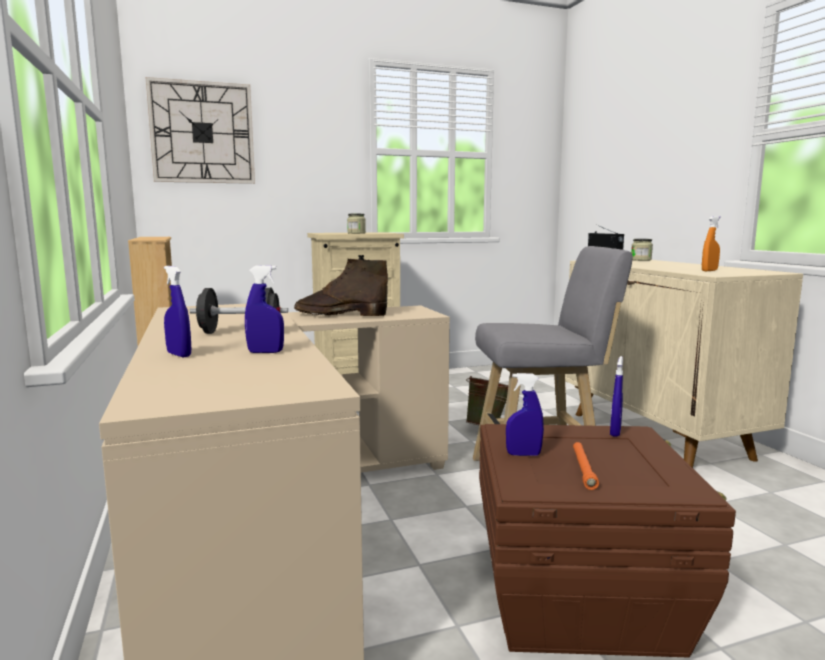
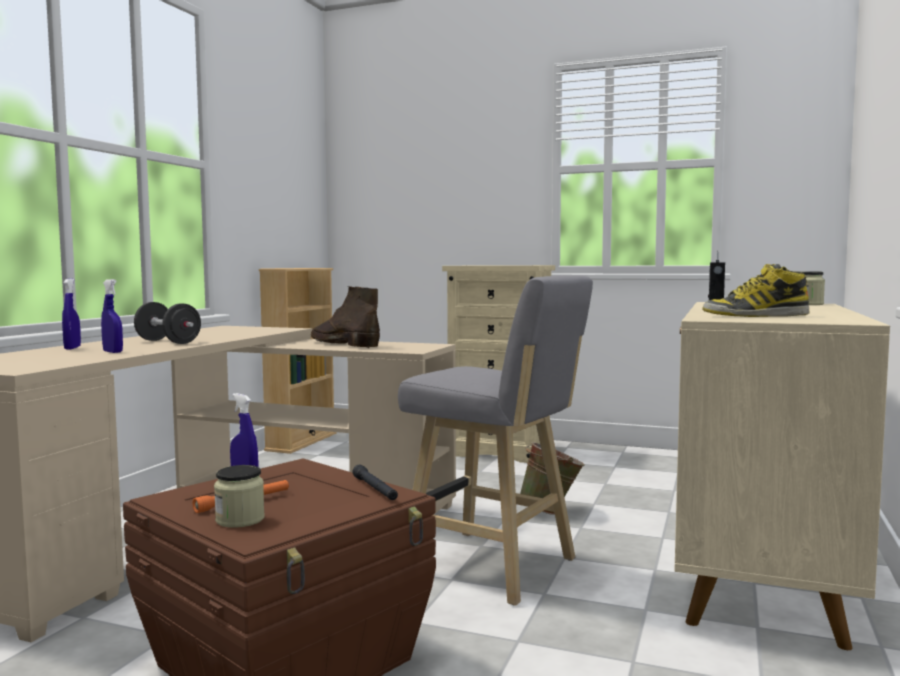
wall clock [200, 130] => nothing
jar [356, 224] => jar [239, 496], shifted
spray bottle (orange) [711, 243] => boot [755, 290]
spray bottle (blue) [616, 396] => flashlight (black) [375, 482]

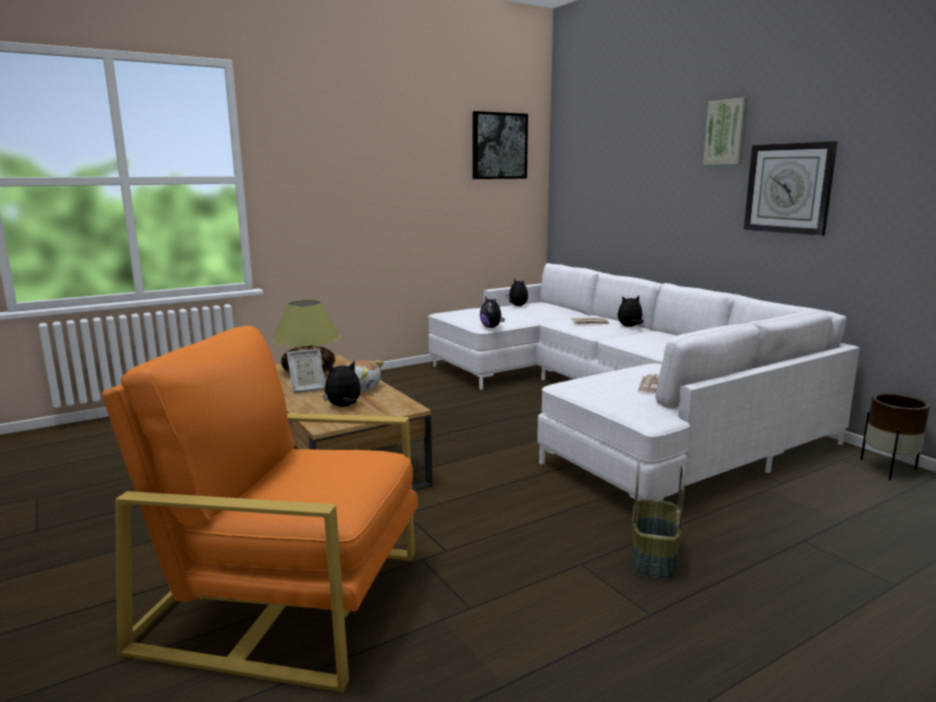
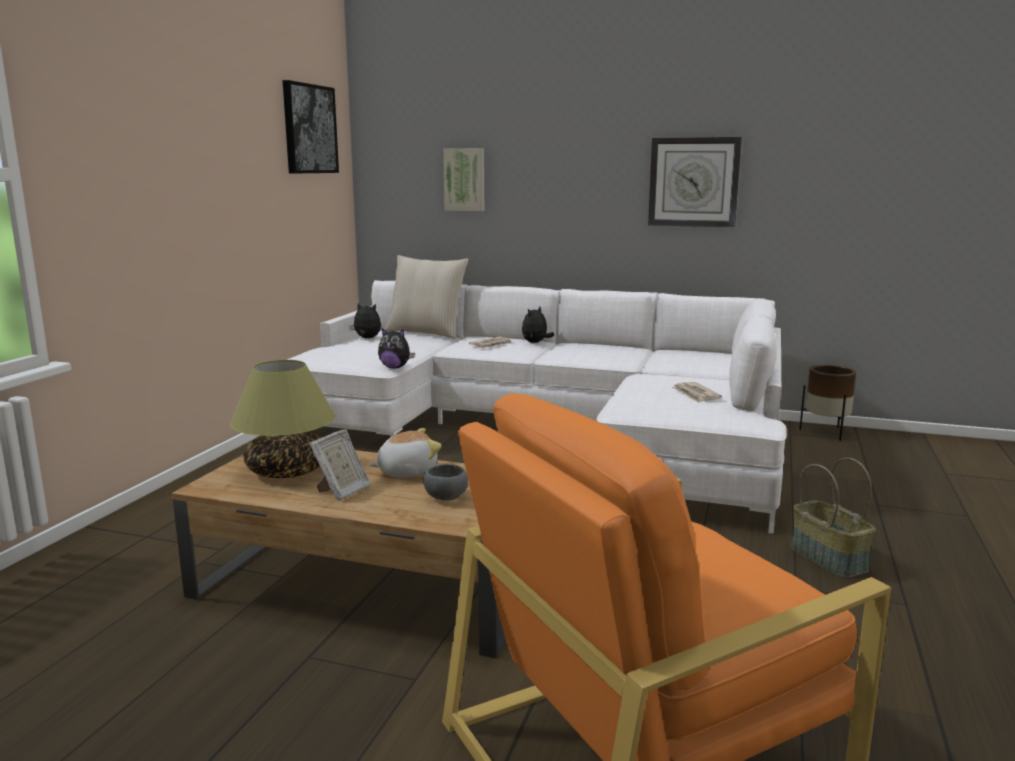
picture [725, 131] => picture [463, 179], shifted
plush toy [342, 384] => bowl (grey) [445, 482]
nothing => pillow (beige) [426, 297]

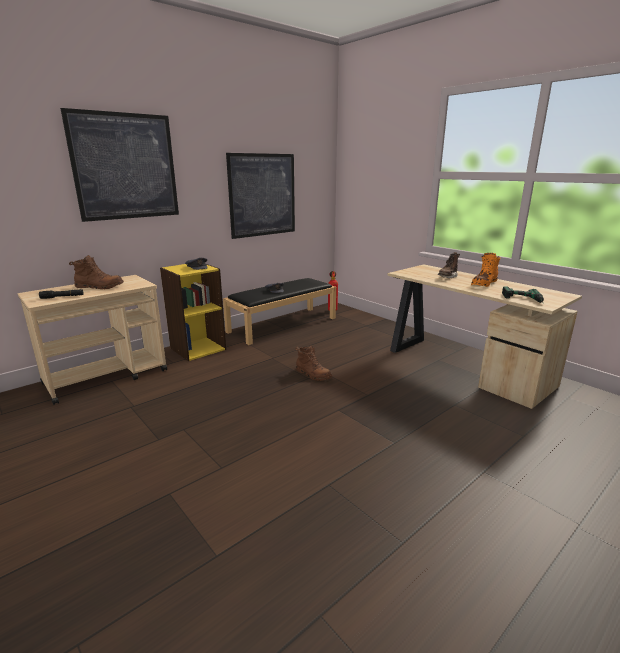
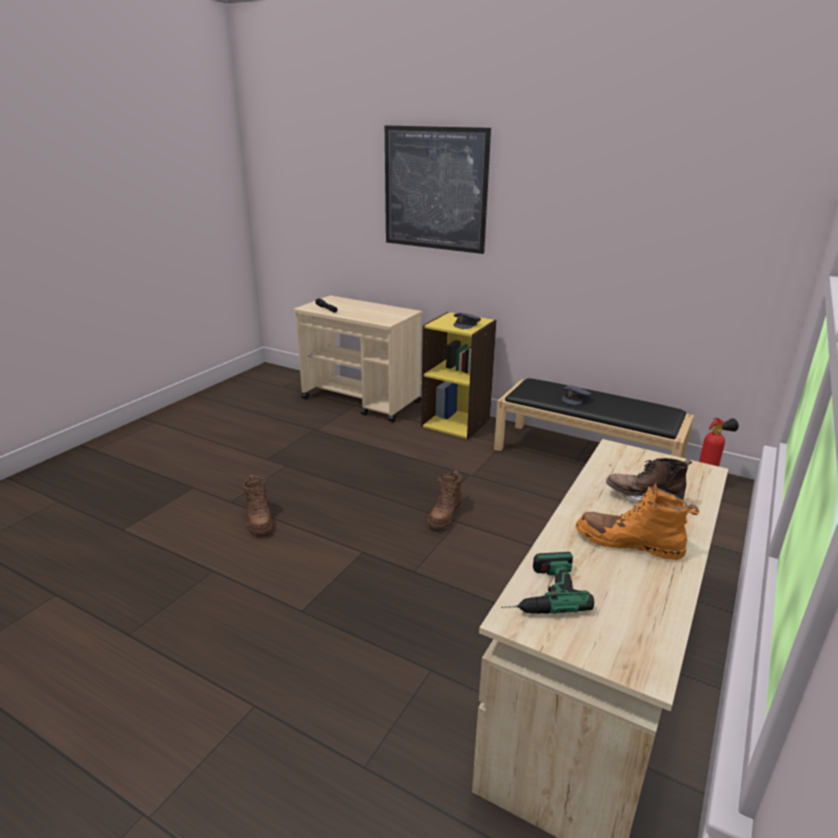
picture [260, 196] => nothing
boot (brown) [96, 272] => boot (brown) [257, 504], shifted

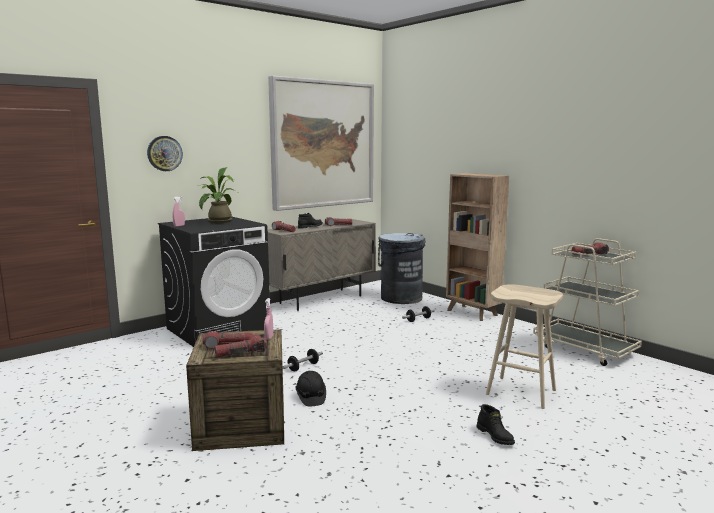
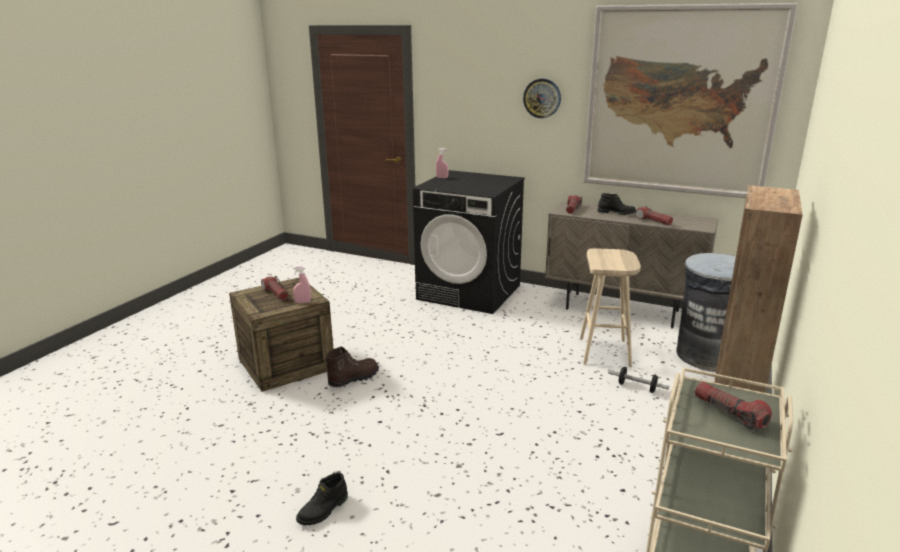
wall clock [165, 153] => wall clock [542, 98], shifted
potted plant [217, 195] => nothing
stool (beige) [524, 346] => stool (beige) [610, 307], shifted
flashlight [241, 346] => nothing
dumbbell [303, 360] => nothing
hard hat (black) [310, 388] => boot (brown) [352, 366]

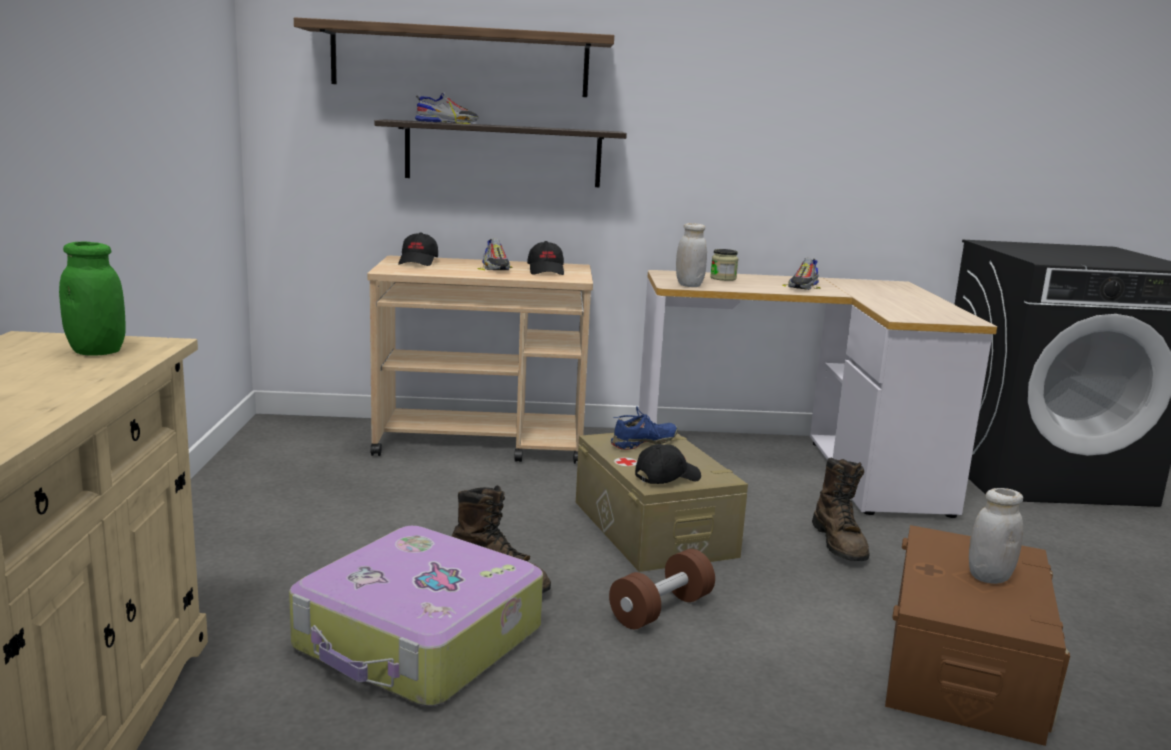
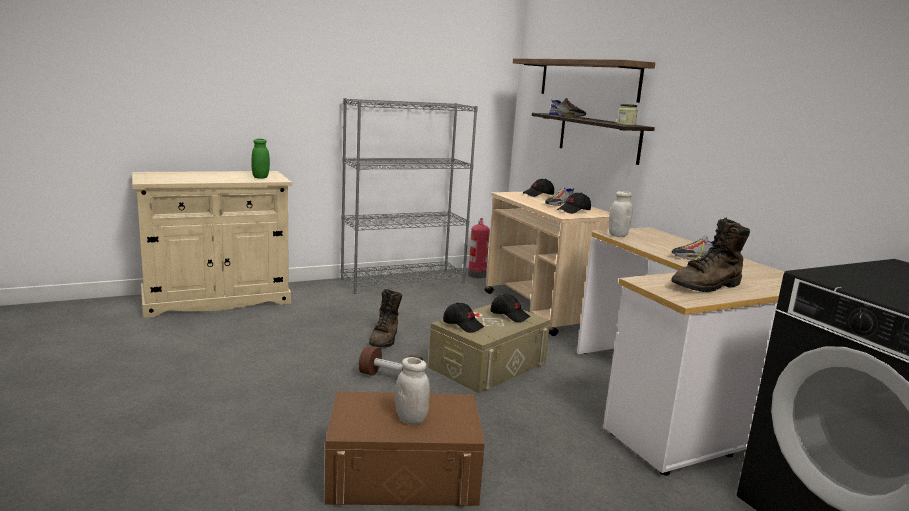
jar [724, 265] => jar [627, 115], shifted
shoe (blue) [644, 428] => cap (black) [510, 308]
boot (brown) [841, 509] => boot (brown) [711, 255], shifted
suitcase [416, 616] => nothing
nothing => bookcase (grey) [409, 196]
nothing => fire extinguisher [479, 248]

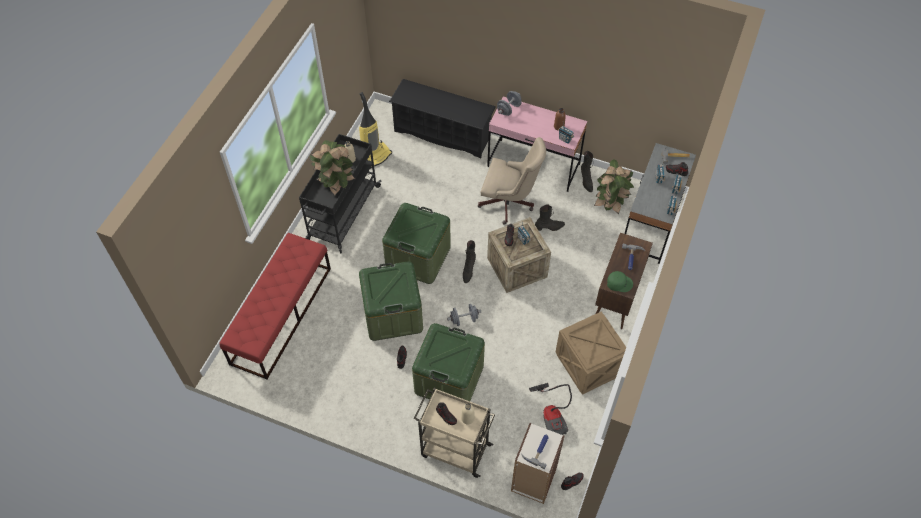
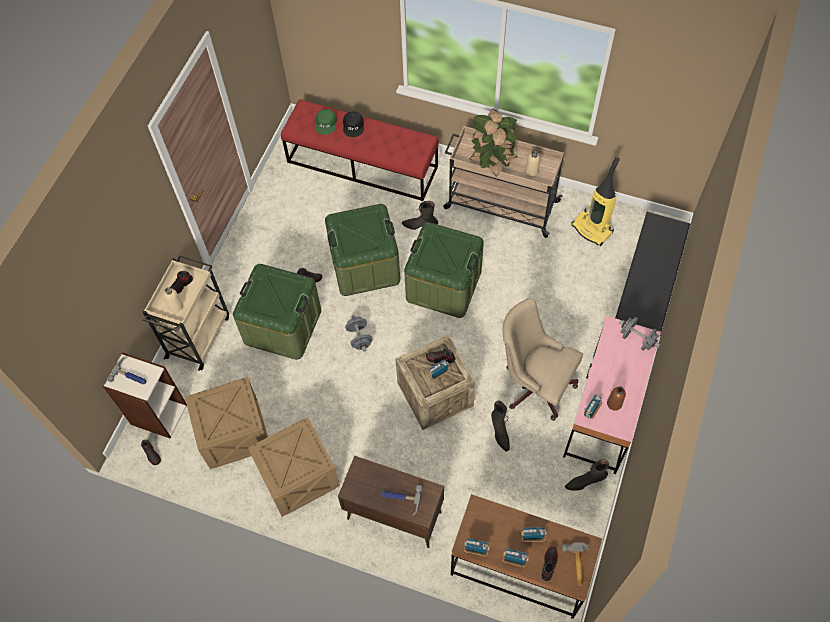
cart (black) [340, 193] => cart (beige) [503, 182]
office chair (beige) [512, 181] => office chair (beige) [542, 359], 105 degrees clockwise
desk (grey) [660, 203] => desk (brown) [526, 556]
potted plant [614, 186] => nothing
boot (black) [469, 261] => boot (black) [420, 215], shifted
cap (green) [620, 281] => cap (green) [326, 122], shifted
vacuum cleaner [550, 409] => crate [226, 423]
nothing => cap (black) [353, 124]

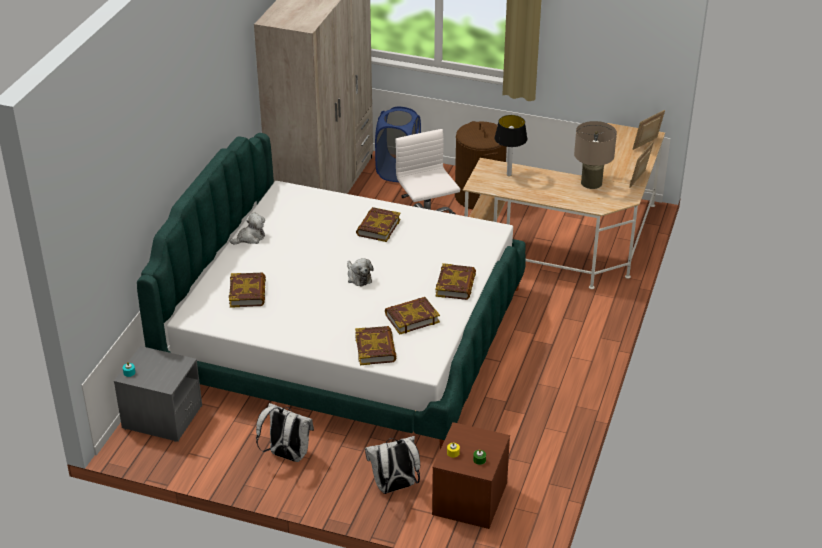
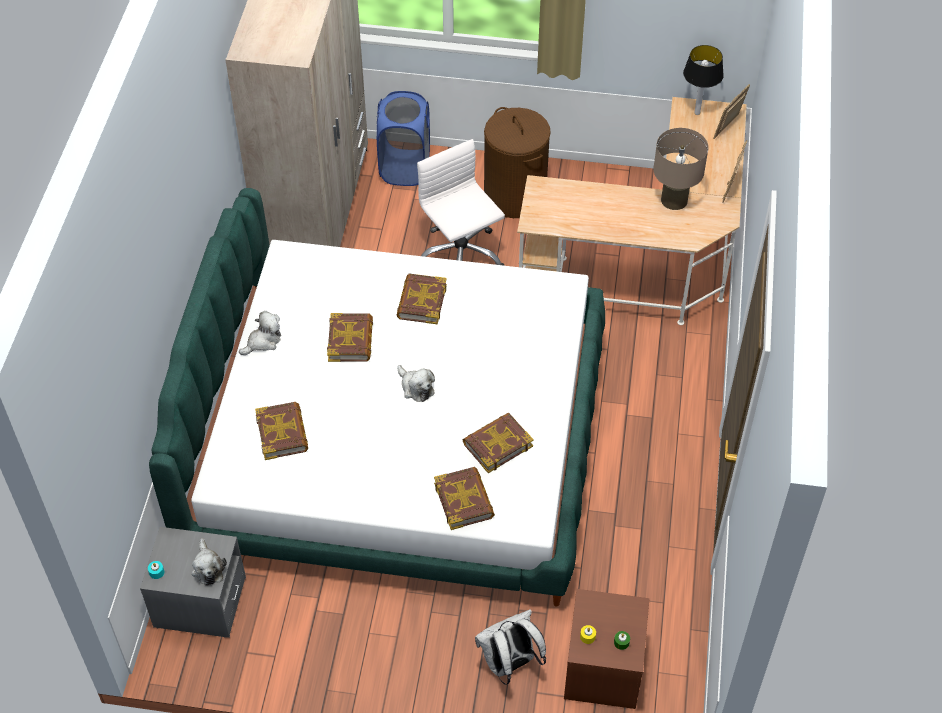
table lamp [511, 145] => table lamp [703, 80], shifted
book [455, 281] => book [350, 337], shifted
backpack (white) [285, 432] => nothing
nothing => plush toy [209, 562]

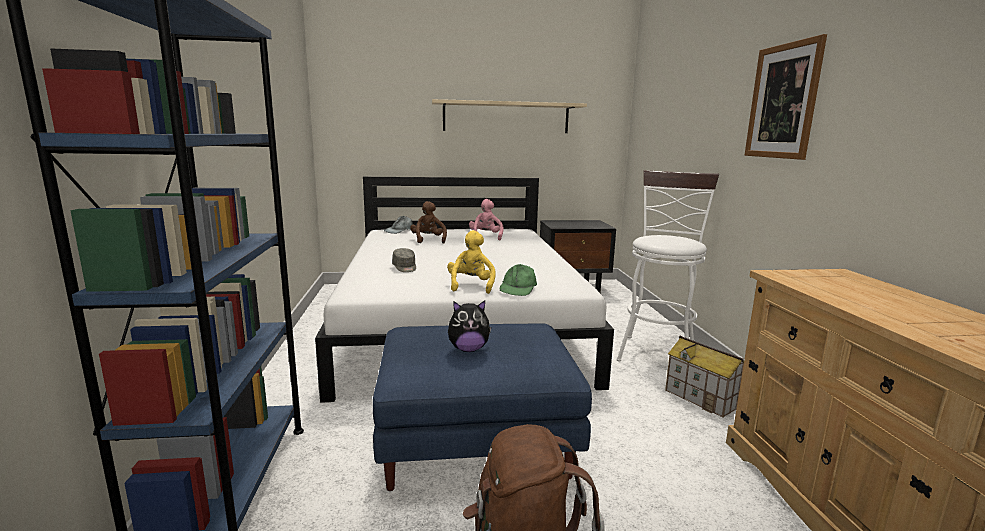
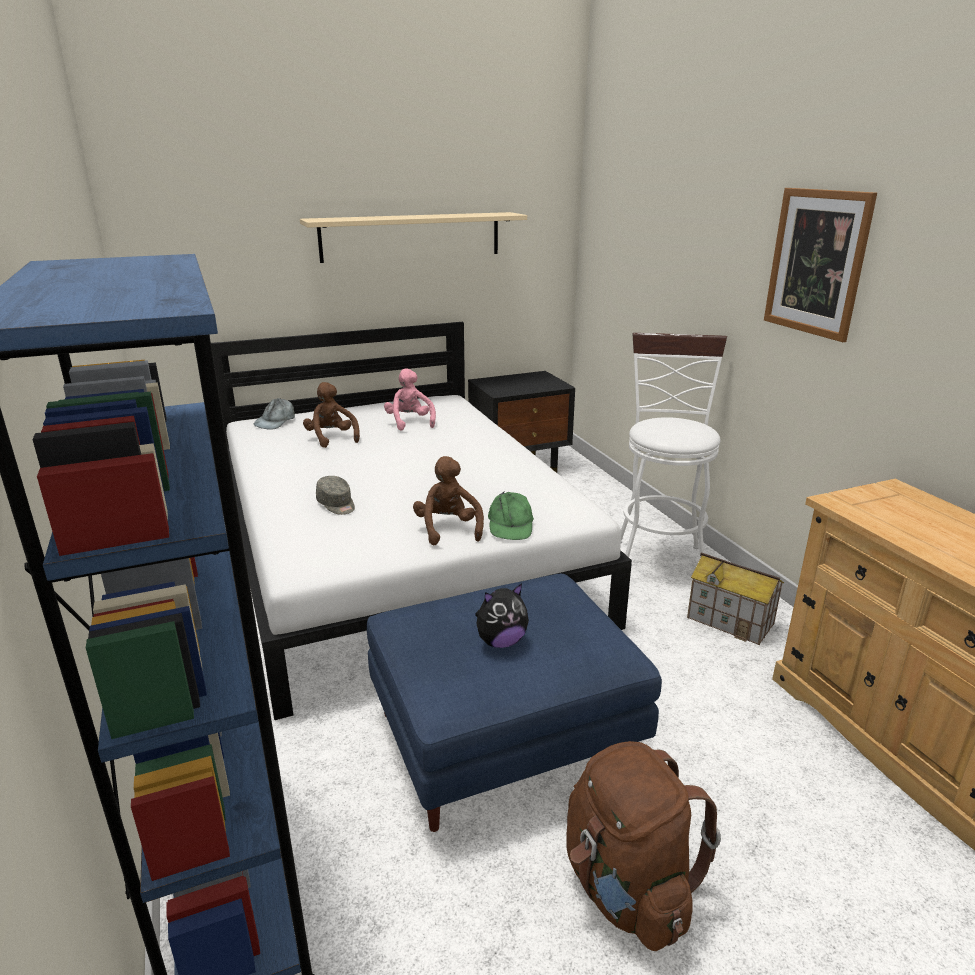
plush toy (yellow) [471, 262] => plush toy (brown) [448, 500]

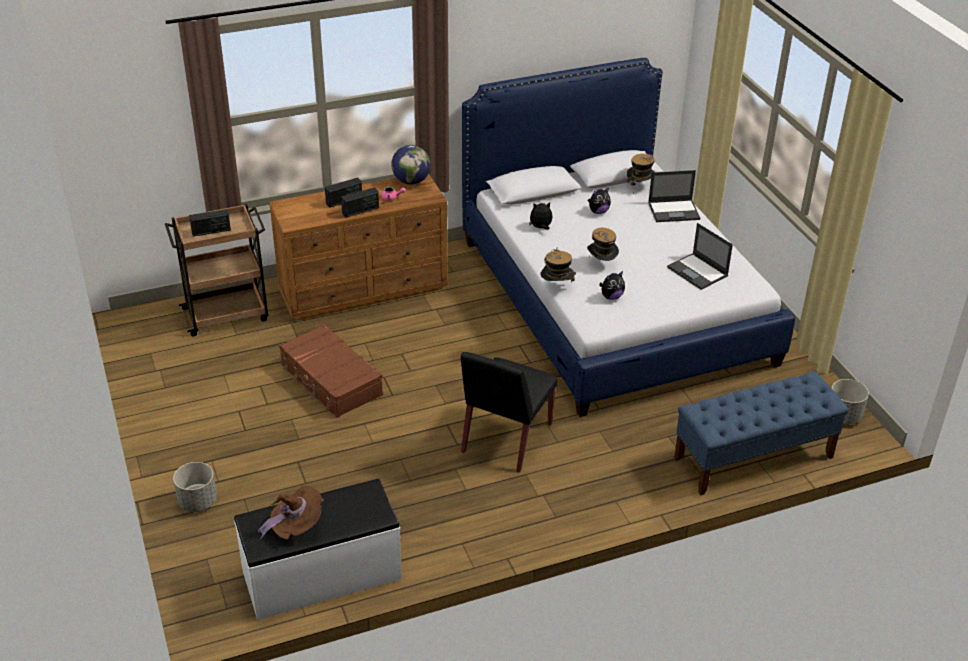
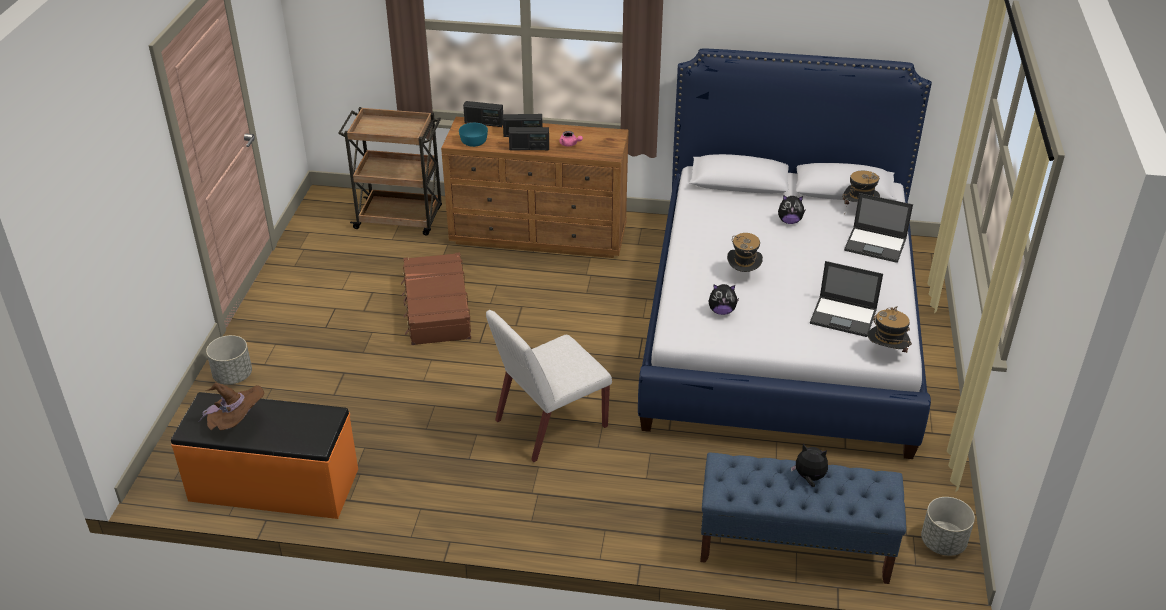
globe [411, 165] => nothing
plush toy [540, 216] => plush toy [809, 465], shifted
radio [210, 223] => radio [483, 114], shifted
laptop [700, 256] => laptop [846, 299], 60 degrees counterclockwise
hat [558, 265] => hat [890, 330], shifted
chair (black) [509, 412] => chair (white) [549, 386]
bench (white) [318, 549] => bench (orange) [264, 455]
nothing => bowl (turquoise) [473, 135]

